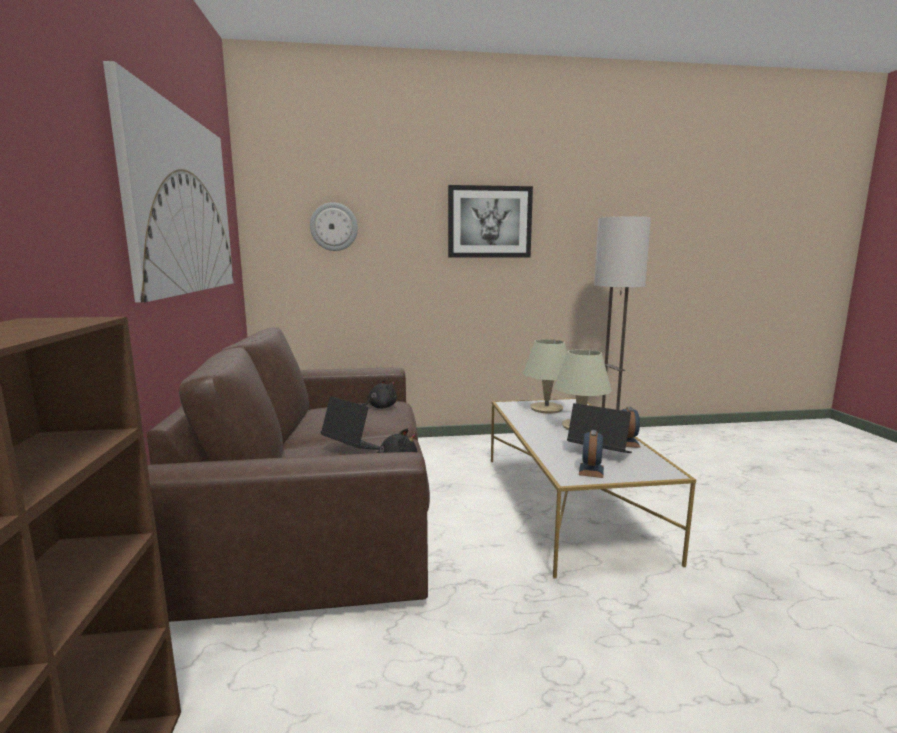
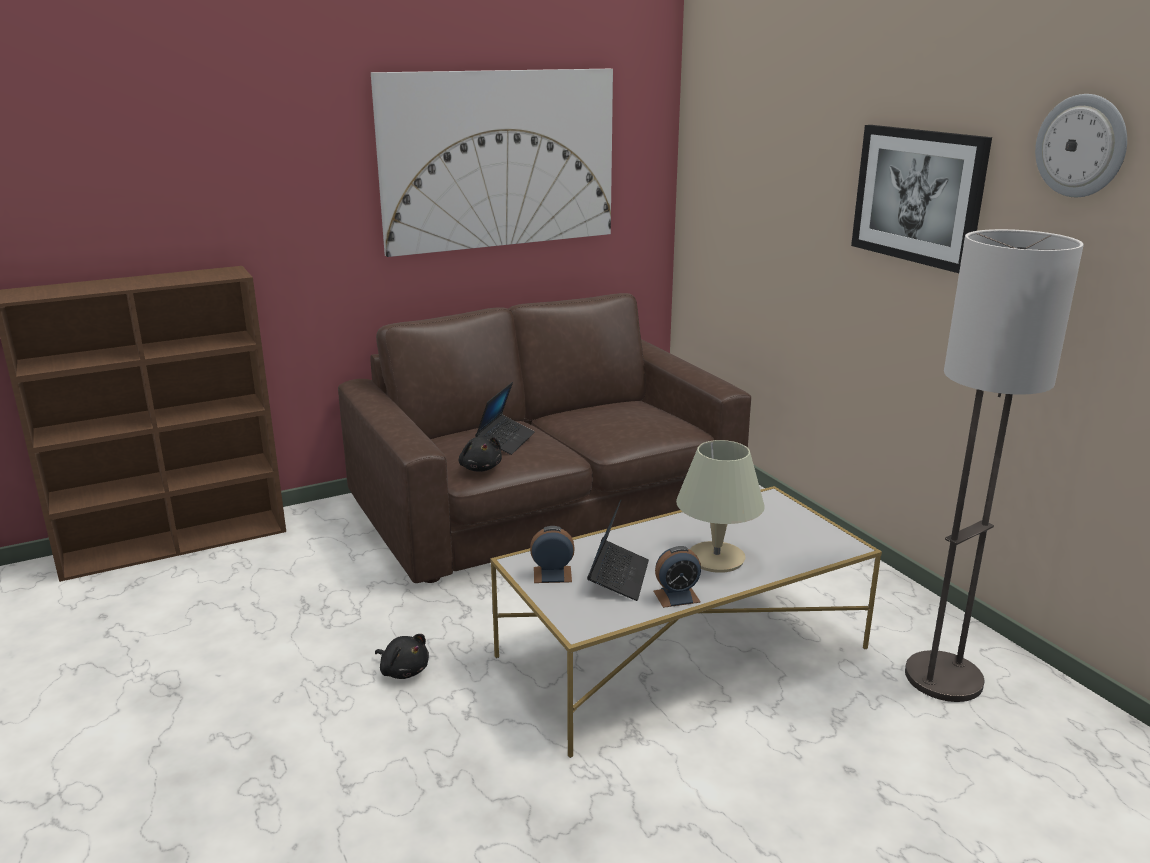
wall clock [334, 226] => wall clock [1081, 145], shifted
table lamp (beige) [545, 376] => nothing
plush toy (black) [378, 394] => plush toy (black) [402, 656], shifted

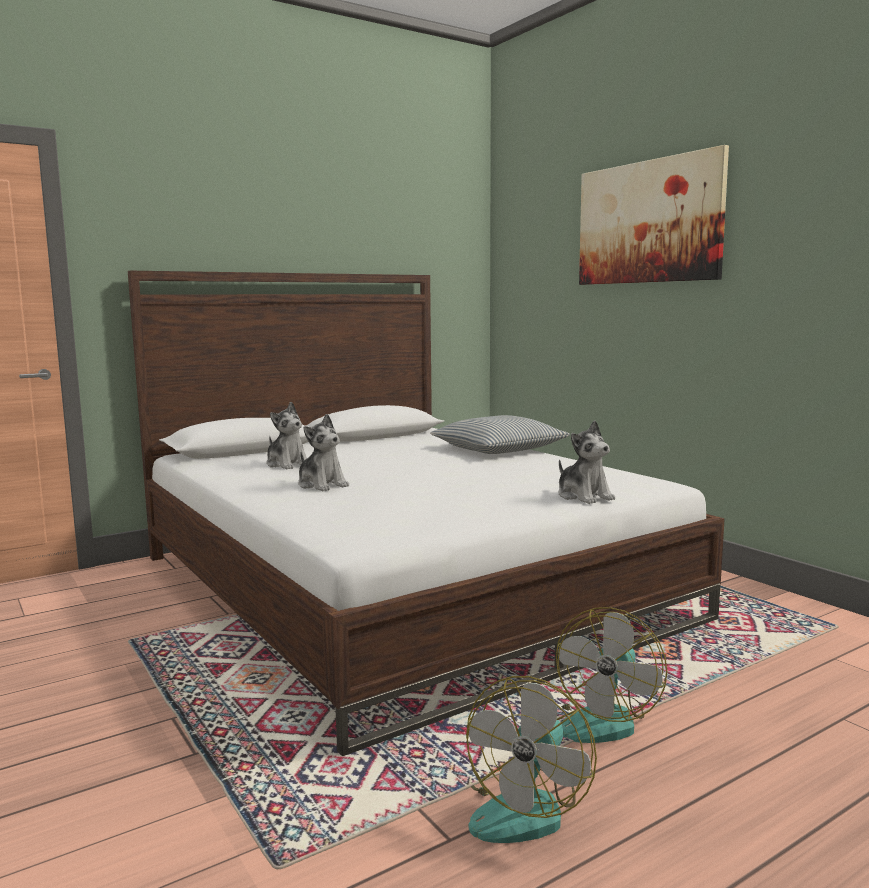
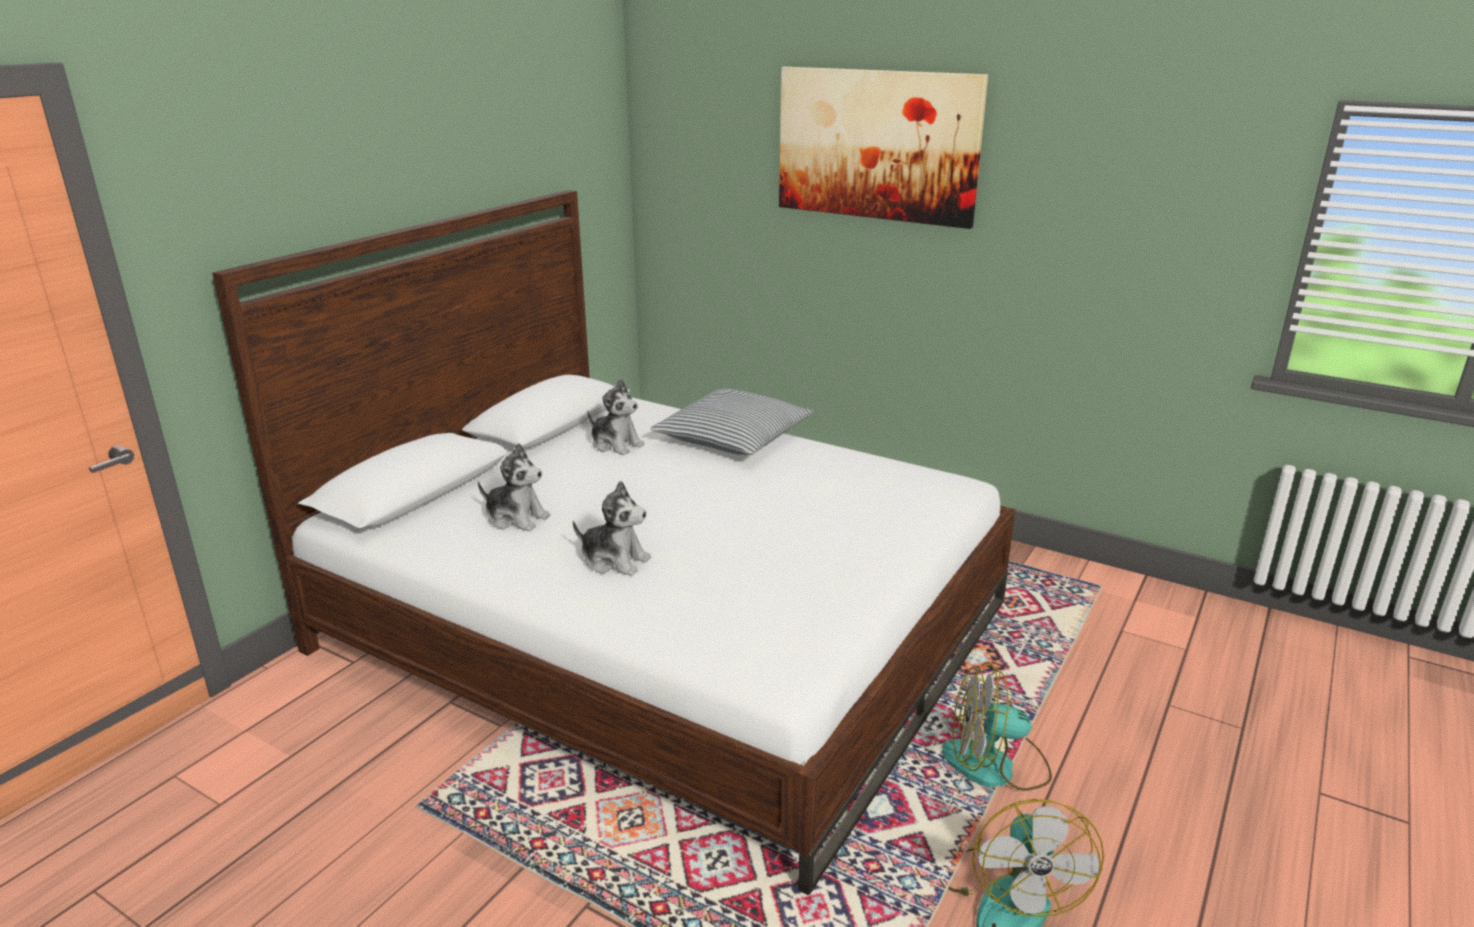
plush toy [586, 462] => plush toy [616, 417], shifted
fan [612, 675] => fan [997, 726], 90 degrees clockwise

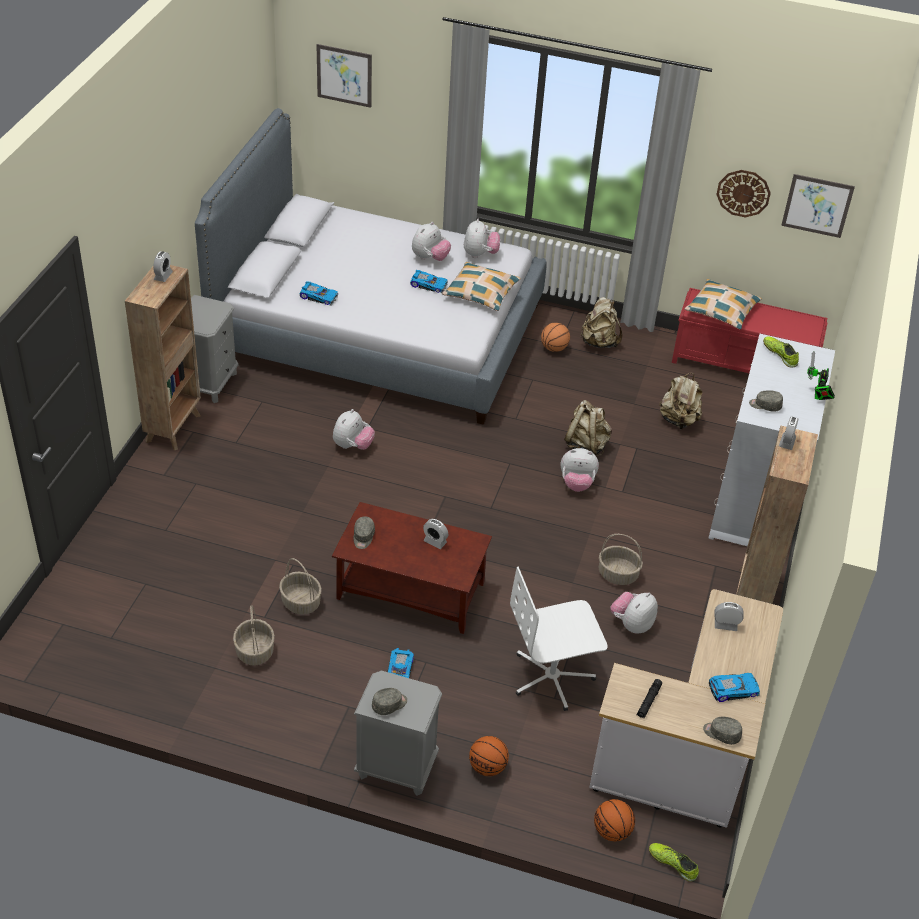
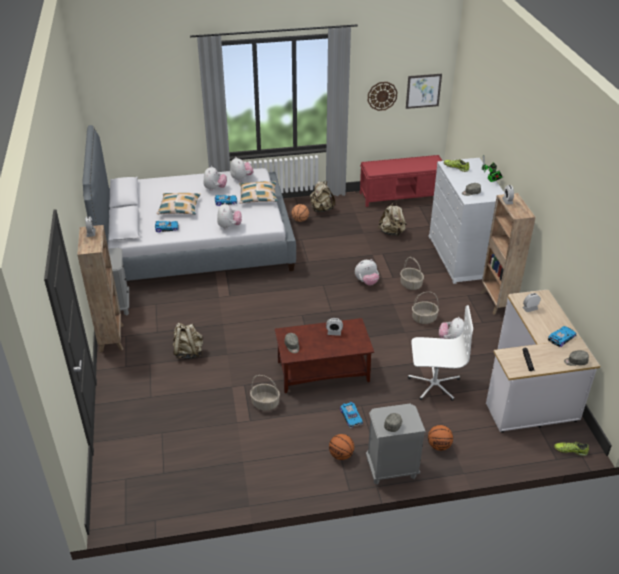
picture [344, 76] => nothing
pillow [723, 304] => pillow [178, 204], shifted
backpack (beige) [588, 428] => backpack (beige) [188, 341], shifted
plush toy [354, 429] => plush toy [229, 216], shifted
office chair (white) [559, 638] => office chair (white) [440, 353], 135 degrees counterclockwise
basket [254, 635] => basket [412, 273], shifted
basketball [614, 820] => basketball [341, 447], shifted

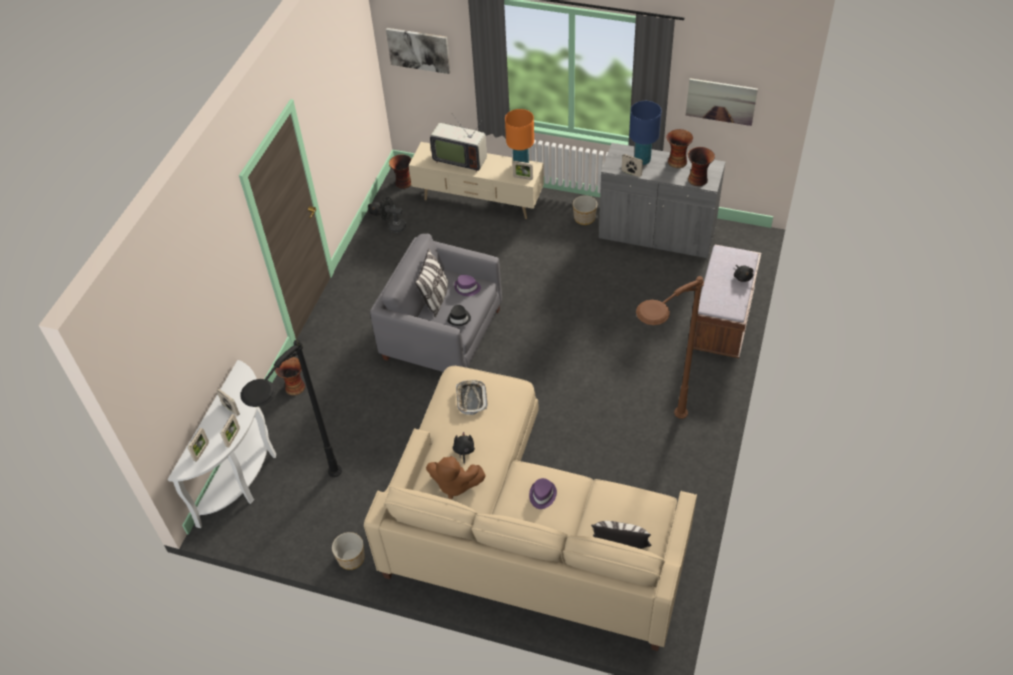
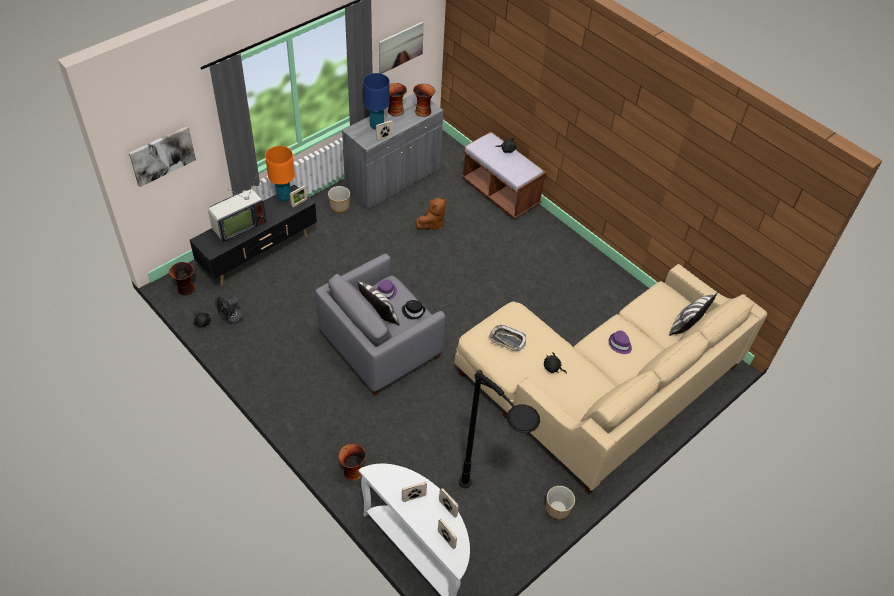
tv stand (beige) [476, 180] => tv stand (black) [253, 235]
floor lamp (brown) [670, 347] => nothing
plush toy (brown) [456, 477] => plush toy (brown) [431, 214], shifted

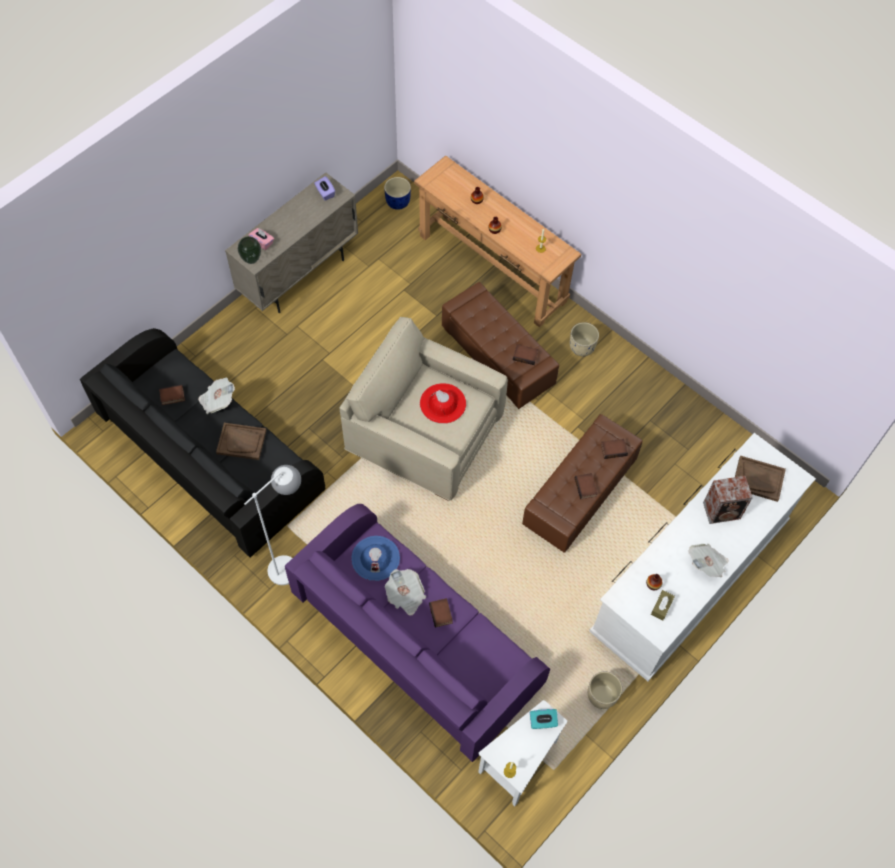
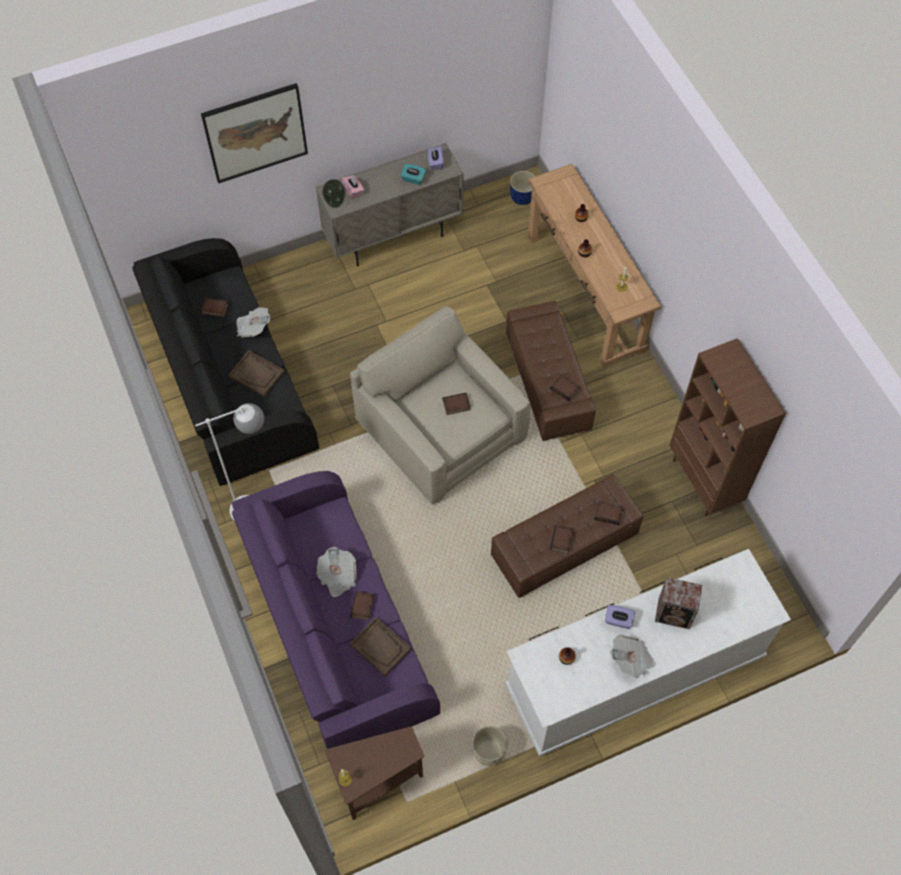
planter (beige) [584, 339] => nothing
hat (red) [443, 403] => book [457, 404]
tray (brown) [760, 479] => tray (brown) [380, 647], shifted
hat (blue) [375, 558] => nothing
tissue box (brown) [663, 605] => nothing
side table (white) [522, 753] => side table (brown) [374, 773]
tissue box (turquoise) [544, 719] => tissue box (turquoise) [413, 174], shifted
nothing => picture [254, 133]
nothing => bookcase (brown) [727, 427]
nothing => tissue box (purple) [620, 617]

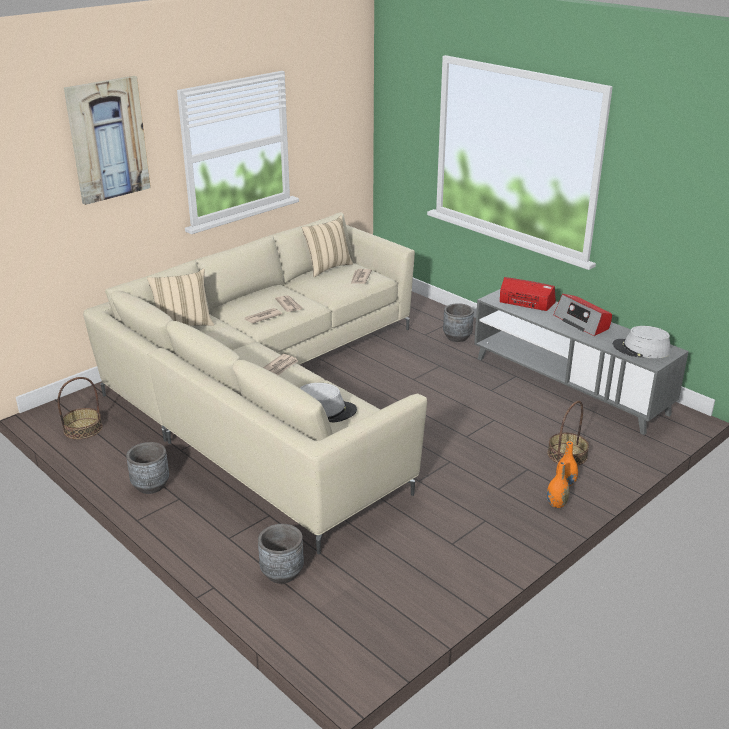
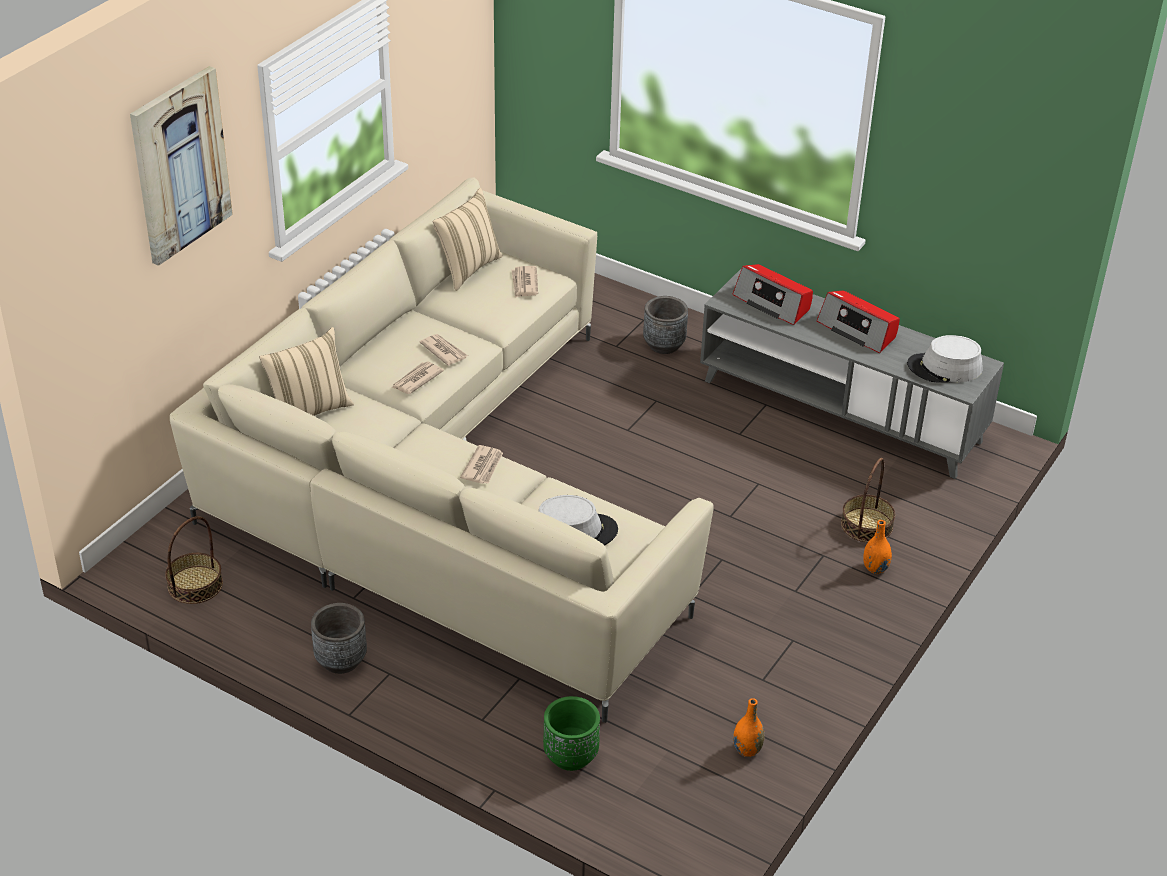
radio [528, 294] => radio [773, 294], 150 degrees counterclockwise
vase (orange) [558, 484] => vase (orange) [749, 727], shifted
planter (grey) [281, 554] => planter (green) [571, 733]

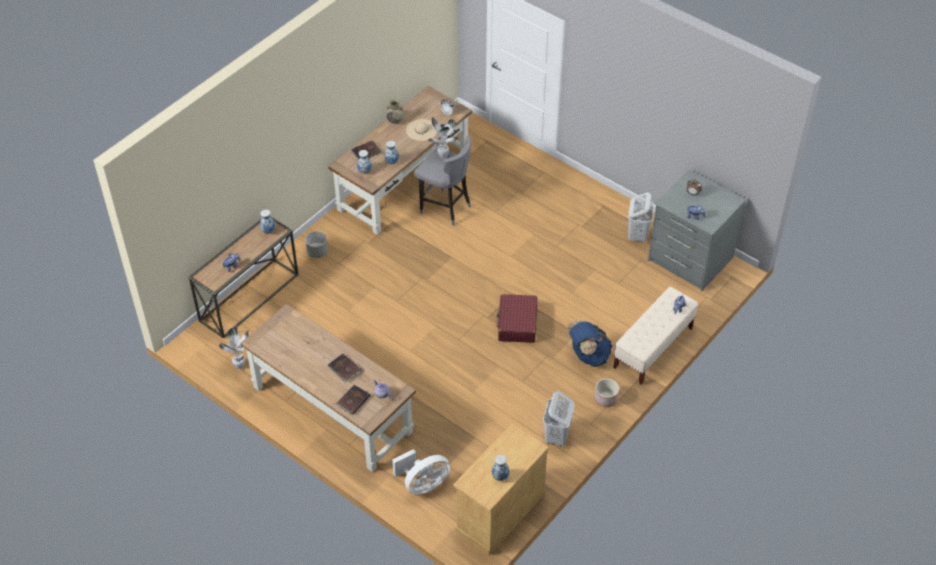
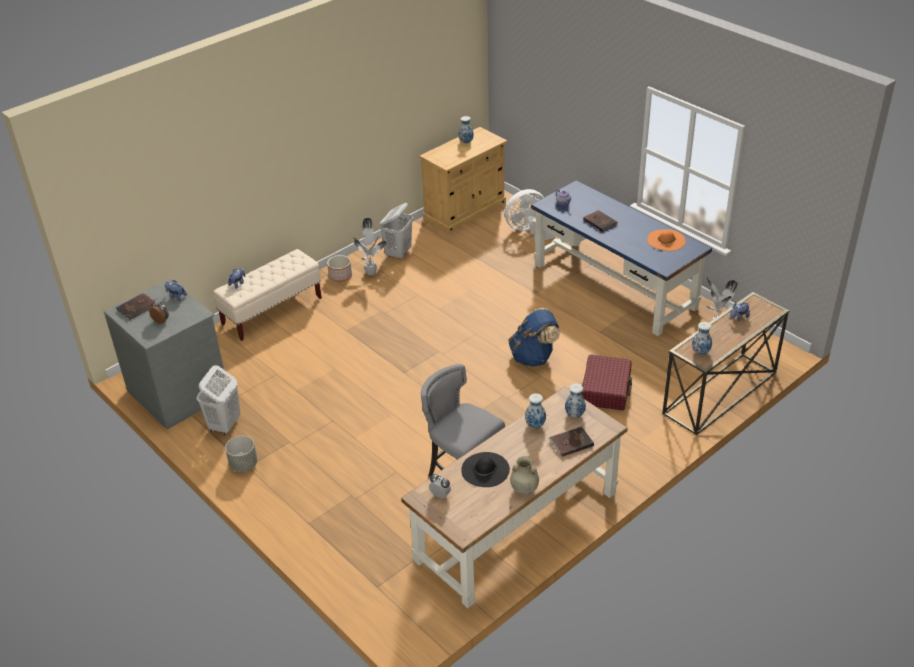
potted plant [443, 137] => potted plant [370, 247], shifted
hat (beige) [421, 130] => hat (black) [485, 469]
planter (grey) [316, 244] => planter (grey) [241, 454], shifted
suitcase (red) [517, 318] => suitcase (red) [606, 383], shifted
desk (brown) [328, 388] => desk (blue) [621, 258]
backpack (blue) [590, 343] => backpack (blue) [534, 337], shifted
book (brown) [353, 399] => book (brown) [137, 306], shifted
nothing => hat (orange) [666, 240]

